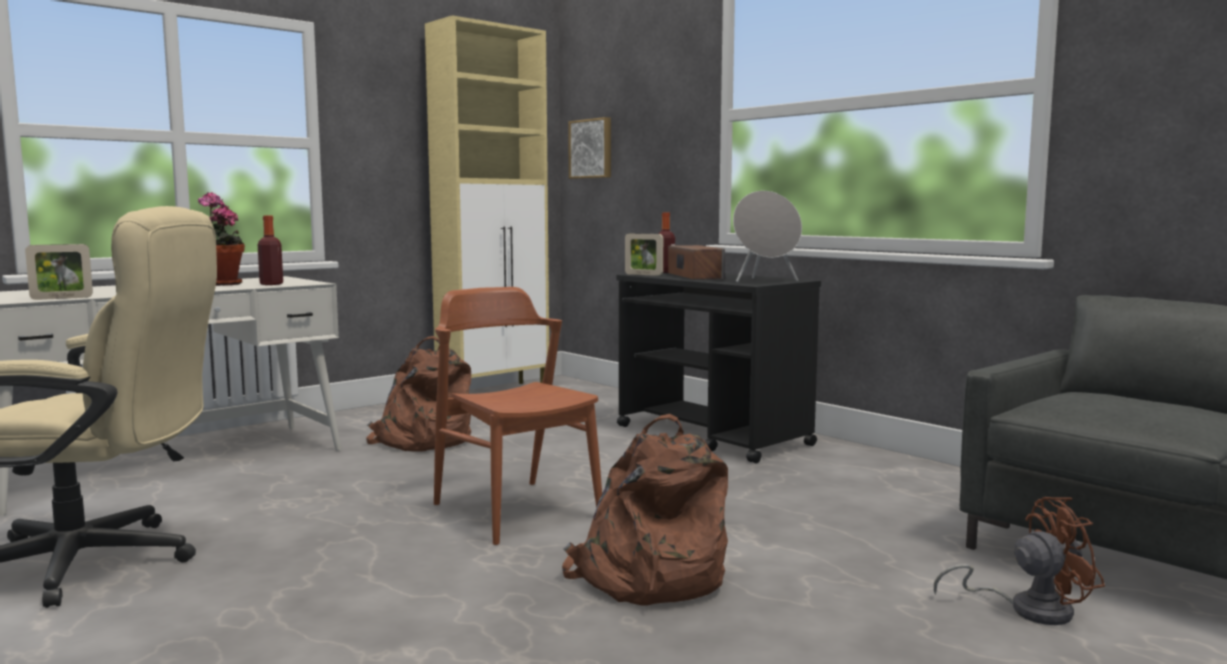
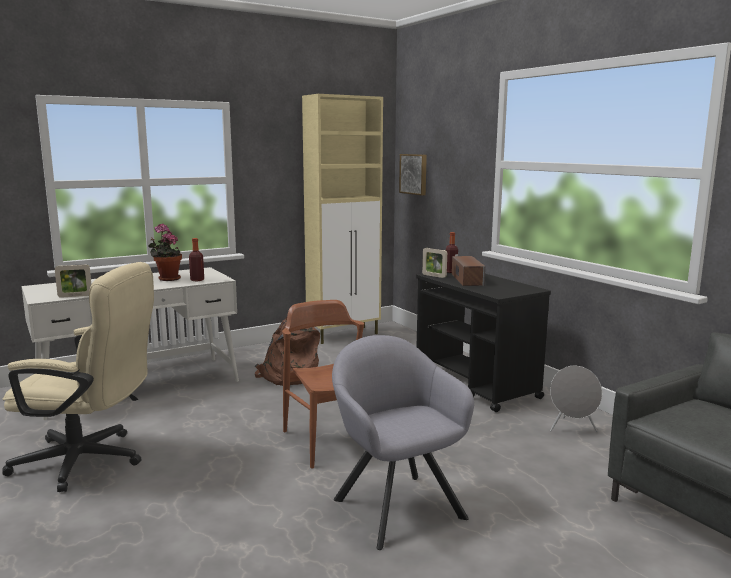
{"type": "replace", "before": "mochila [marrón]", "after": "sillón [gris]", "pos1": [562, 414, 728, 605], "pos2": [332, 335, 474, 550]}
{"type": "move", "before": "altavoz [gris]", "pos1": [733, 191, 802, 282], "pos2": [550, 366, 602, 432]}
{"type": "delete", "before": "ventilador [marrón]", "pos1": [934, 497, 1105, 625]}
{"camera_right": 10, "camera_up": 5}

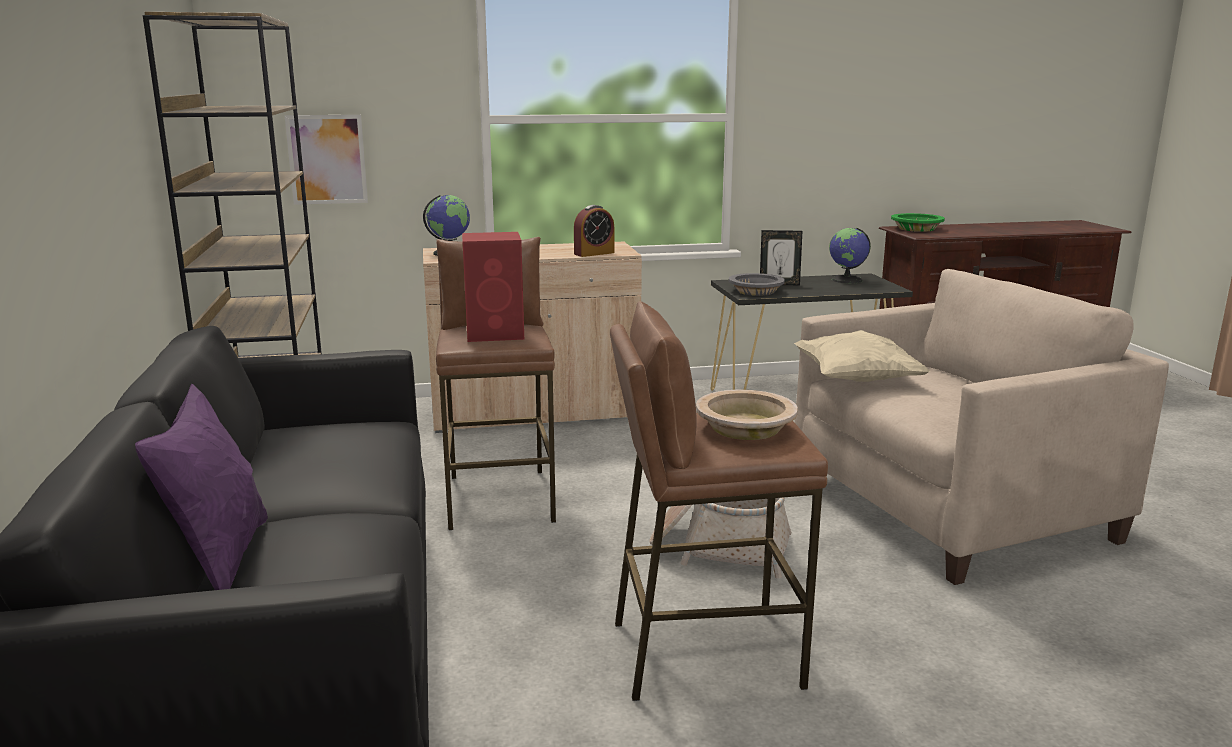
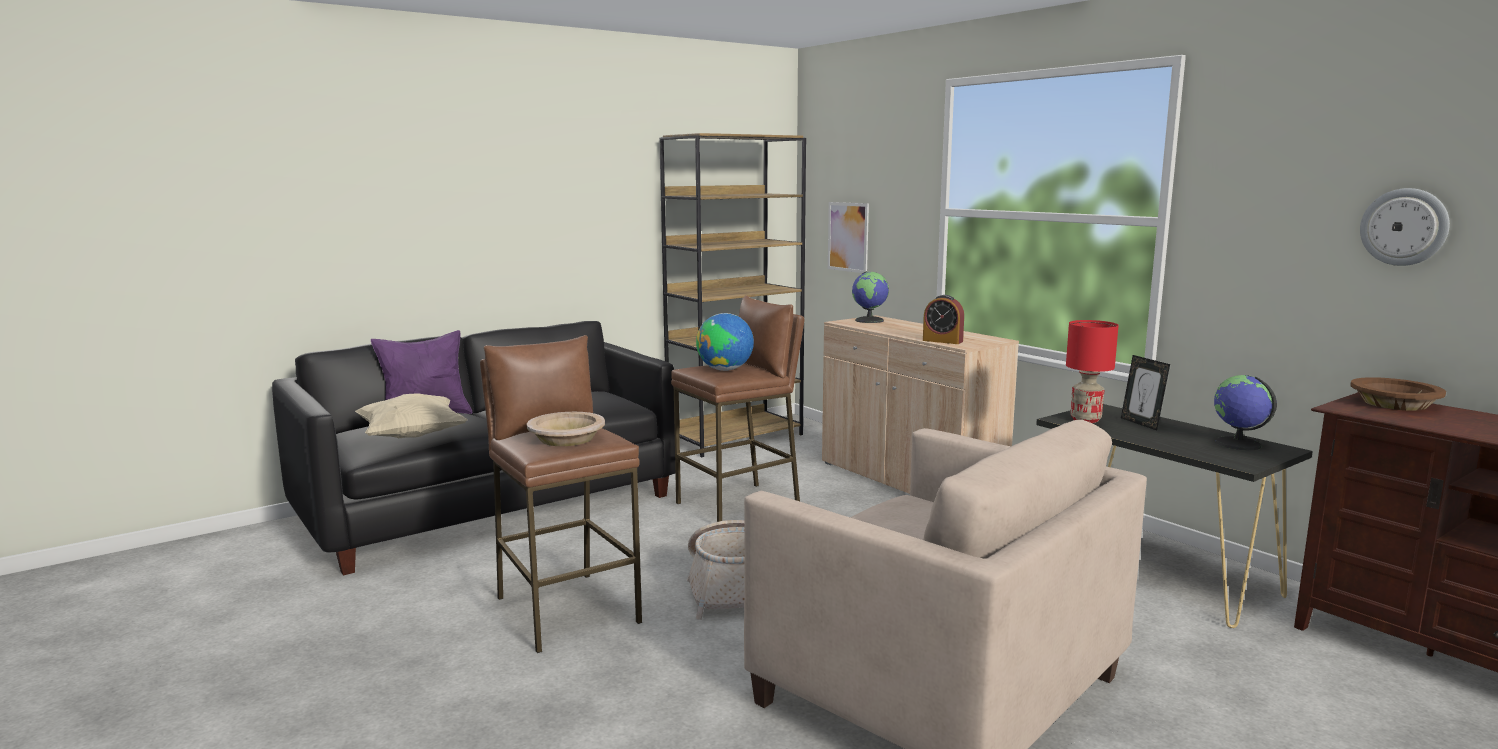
{"type": "replace", "before": "altavoz [rojo]", "after": "globo terráqueo", "pos1": [462, 232, 524, 342], "pos2": [696, 313, 754, 371]}
{"type": "replace", "before": "cuenco [gris]", "after": "lámpara de mesa [rojo]", "pos1": [729, 273, 785, 296], "pos2": [1066, 320, 1119, 423]}
{"type": "move", "before": "cojín [beis]", "pos1": [794, 330, 930, 382], "pos2": [355, 393, 468, 439]}
{"type": "recolor", "before": "cuenco [verde]", "after": "cuenco [marrón]", "pos1": [891, 213, 945, 232], "pos2": [1350, 377, 1446, 411]}
{"type": "insert", "after": "reloj de pared", "pos2": [1360, 188, 1450, 266]}
{"camera_right": 65, "camera_up": -5}

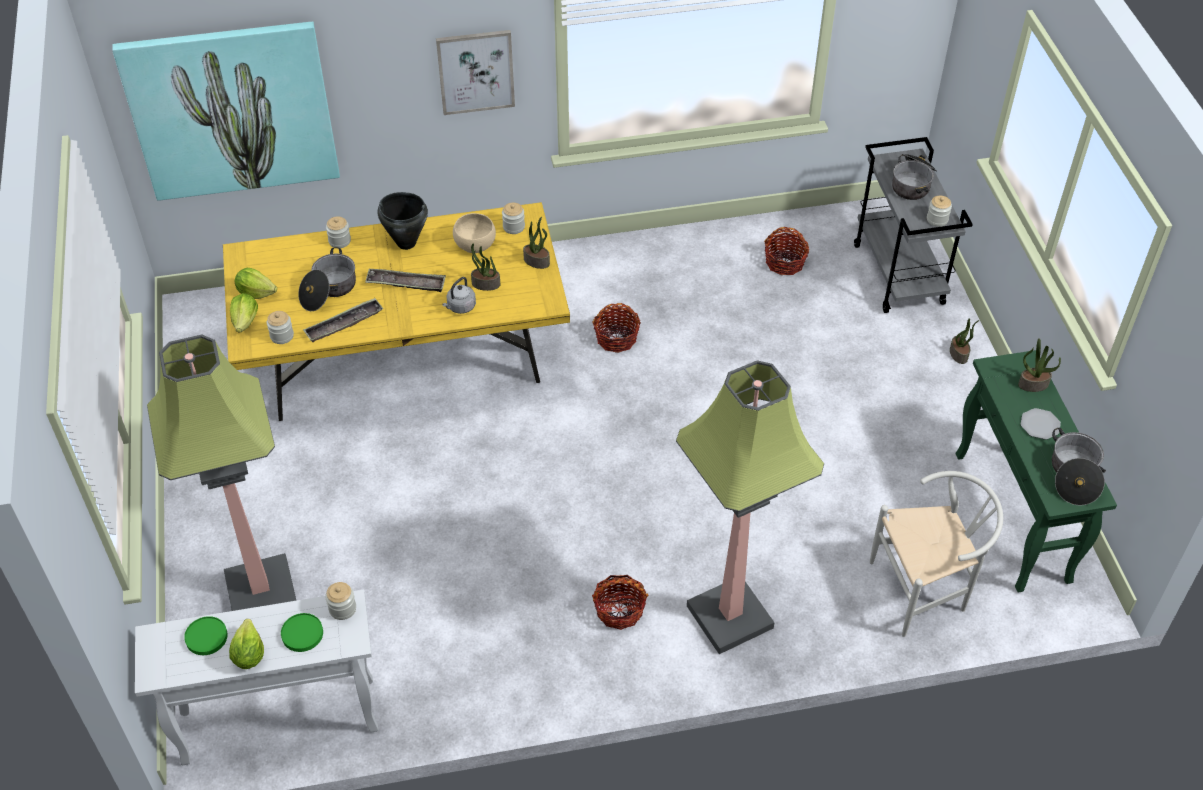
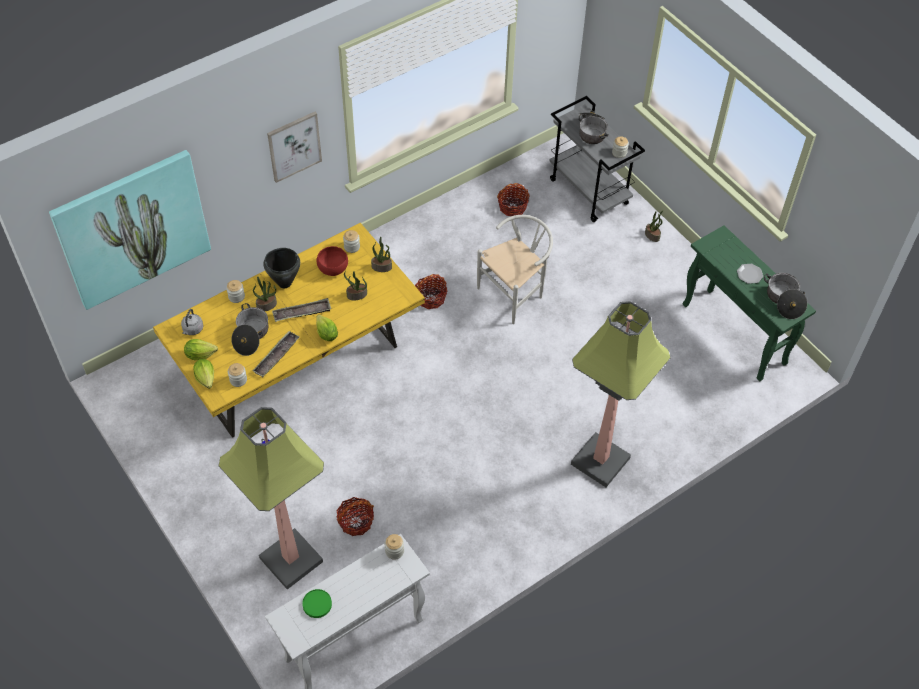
{"type": "move", "before": "lechuga", "pos1": [229, 619, 264, 669], "pos2": [316, 315, 338, 341]}
{"type": "delete", "before": "plato [verde]", "pos1": [281, 613, 323, 652]}
{"type": "move", "before": "hervidor [gris]", "pos1": [442, 277, 476, 314], "pos2": [181, 309, 203, 335]}
{"type": "recolor", "before": "cuenco [beis]", "after": "cuenco [rojo]", "pos1": [453, 213, 496, 253], "pos2": [317, 246, 348, 276]}
{"type": "move", "before": "cesta", "pos1": [592, 575, 648, 630], "pos2": [336, 497, 374, 536]}
{"type": "move", "before": "silla [blanco]", "pos1": [870, 471, 1003, 637], "pos2": [477, 215, 553, 324]}
{"type": "move", "before": "planta en maceta", "pos1": [1018, 338, 1061, 392], "pos2": [253, 276, 277, 311]}
{"camera_right": -25, "camera_up": 5}

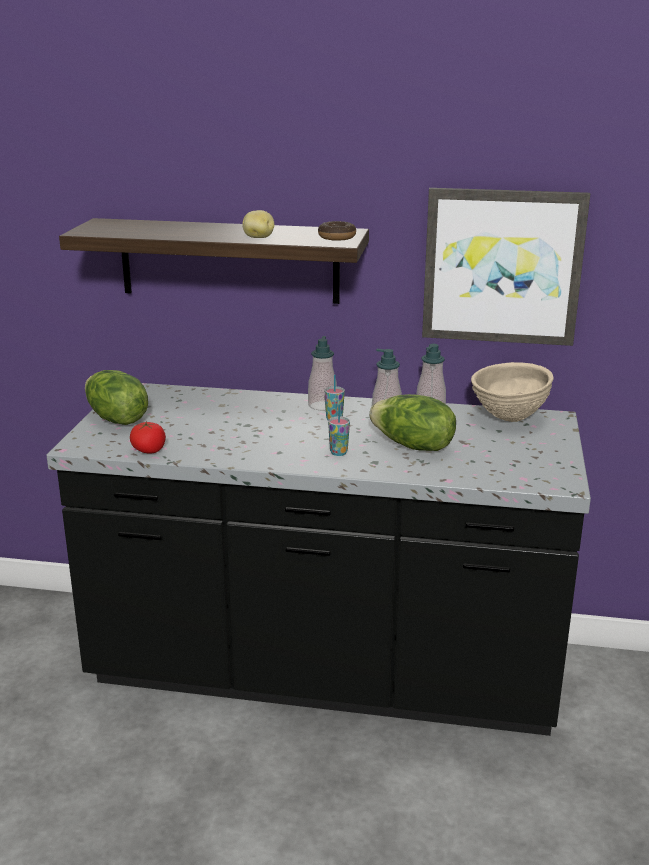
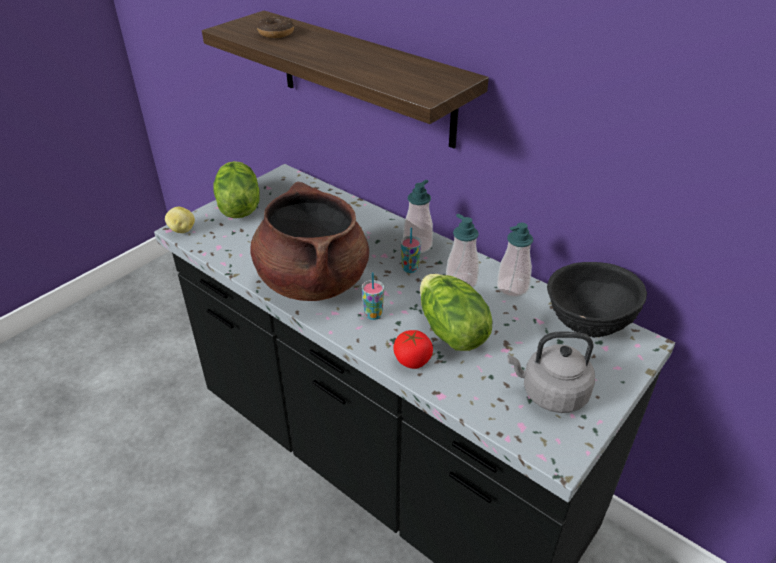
{"type": "move", "before": "tomate", "pos1": [130, 421, 166, 453], "pos2": [393, 330, 433, 369]}
{"type": "move", "before": "patata", "pos1": [242, 210, 274, 238], "pos2": [165, 207, 195, 233]}
{"type": "move", "before": "rosquilla", "pos1": [318, 221, 356, 241], "pos2": [257, 16, 294, 38]}
{"type": "delete", "before": "cuadro", "pos1": [422, 188, 590, 346]}
{"type": "recolor", "before": "cuenco [beis]", "after": "cuenco [negro]", "pos1": [471, 362, 554, 422], "pos2": [547, 262, 647, 338]}
{"type": "insert", "after": "olla [marrón]", "pos2": [251, 181, 369, 301]}
{"type": "insert", "after": "hervidor [gris]", "pos2": [507, 332, 595, 413]}
{"camera_right": 30, "camera_up": 15}

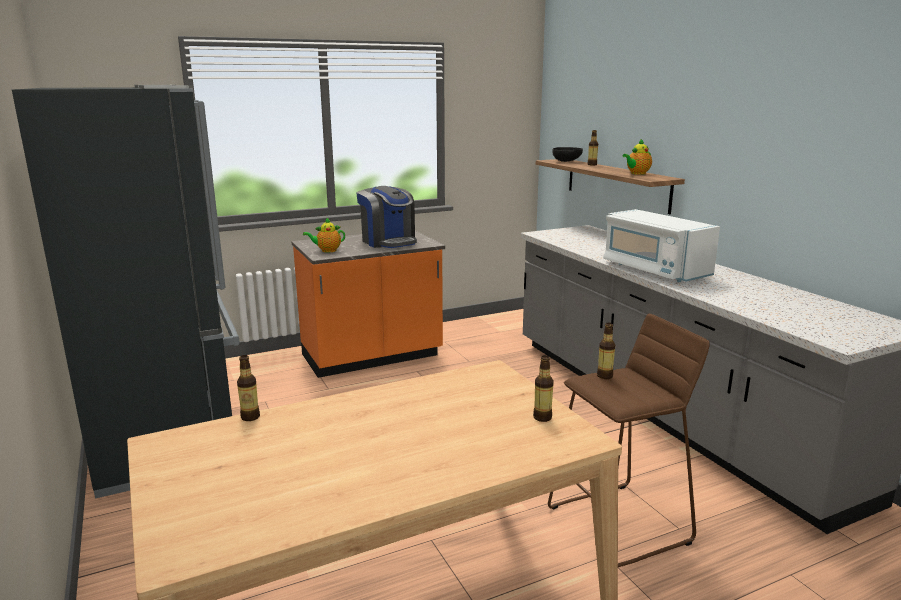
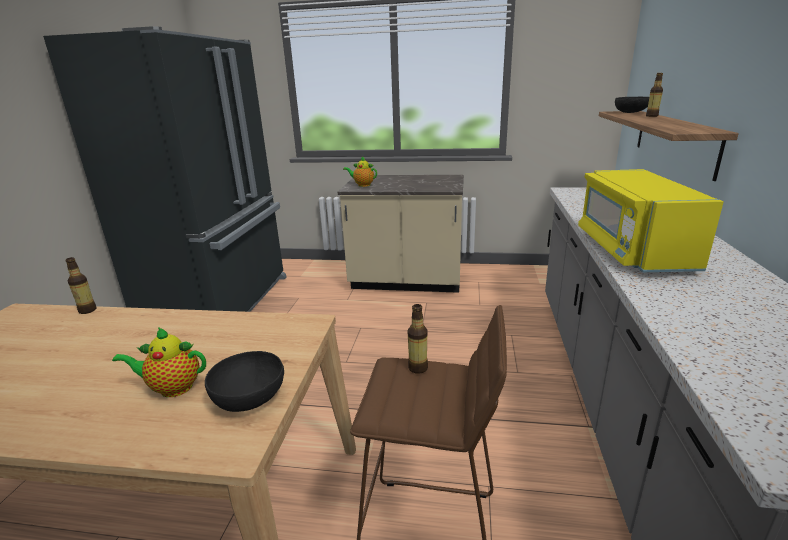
{"type": "recolor", "before": "mueble bajo de cocina [naranja]", "after": "mueble bajo de cocina [beis]", "pos1": [292, 231, 445, 378], "pos2": [338, 175, 464, 293]}
{"type": "delete", "before": "cafetera", "pos1": [356, 186, 417, 248]}
{"type": "replace", "before": "botella", "after": "cuenco [negro]", "pos1": [533, 355, 554, 422], "pos2": [205, 351, 284, 412]}
{"type": "recolor", "before": "microondas [blanco]", "after": "microondas [amarillo]", "pos1": [603, 209, 720, 282], "pos2": [578, 169, 724, 272]}
{"type": "move", "before": "tetera", "pos1": [623, 139, 652, 175], "pos2": [112, 327, 206, 397]}
{"camera_right": 35, "camera_up": 5}

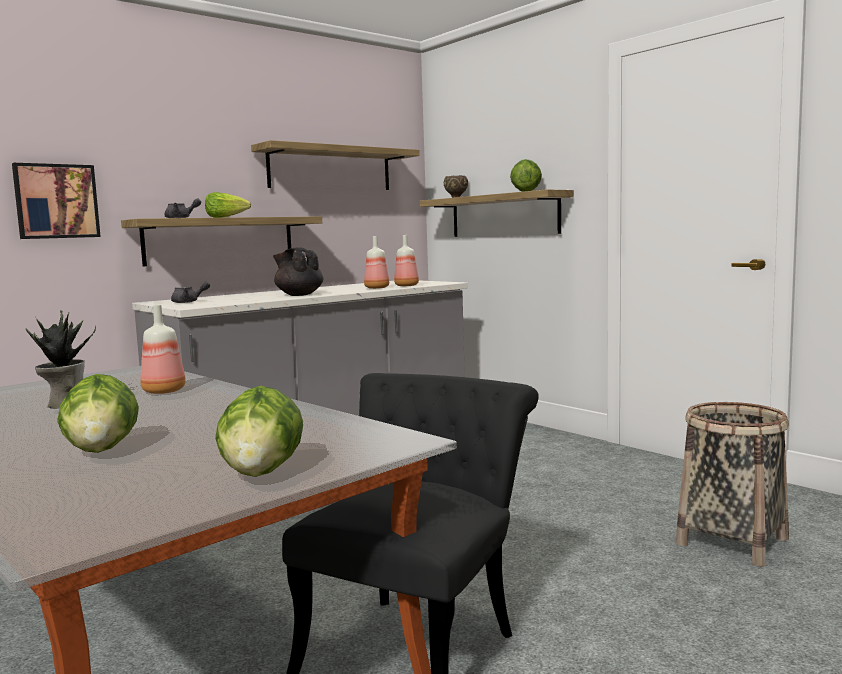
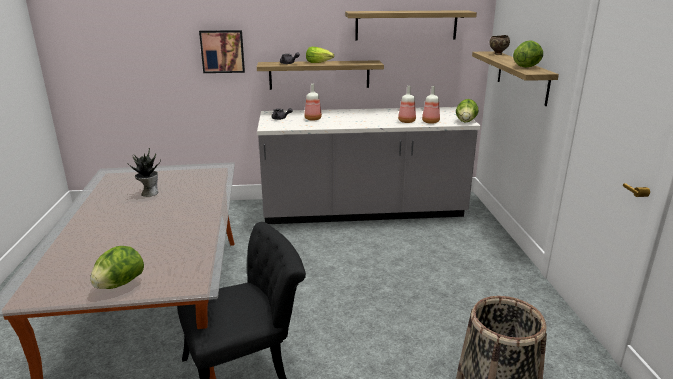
{"type": "move", "before": "lechuga", "pos1": [57, 374, 139, 453], "pos2": [456, 99, 479, 122]}
{"type": "move", "before": "botella", "pos1": [141, 305, 186, 394], "pos2": [304, 84, 322, 121]}
{"type": "delete", "before": "tetera [negro]", "pos1": [273, 248, 324, 296]}
{"camera_right": 35, "camera_up": 15}

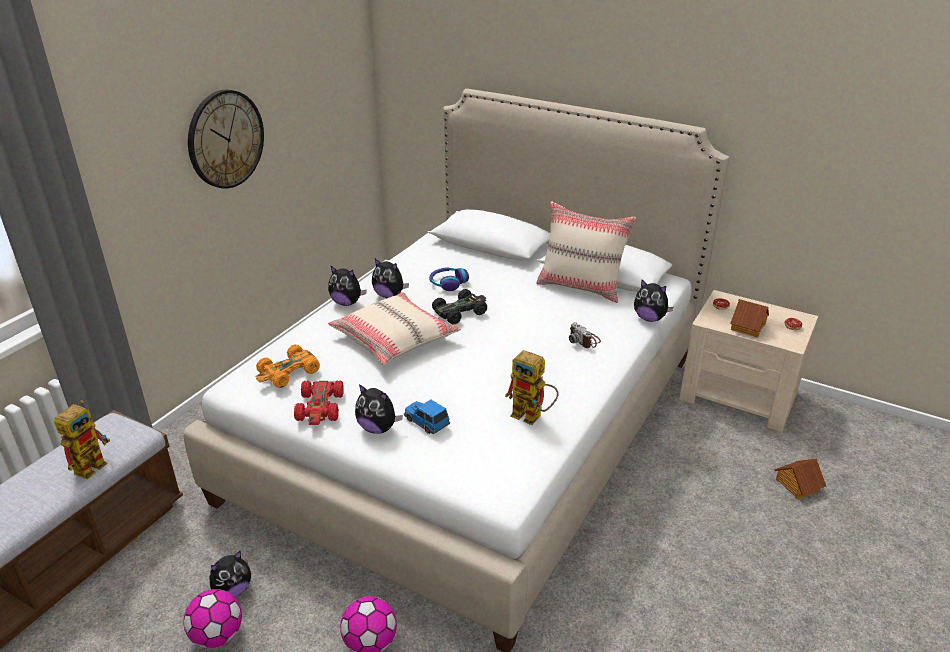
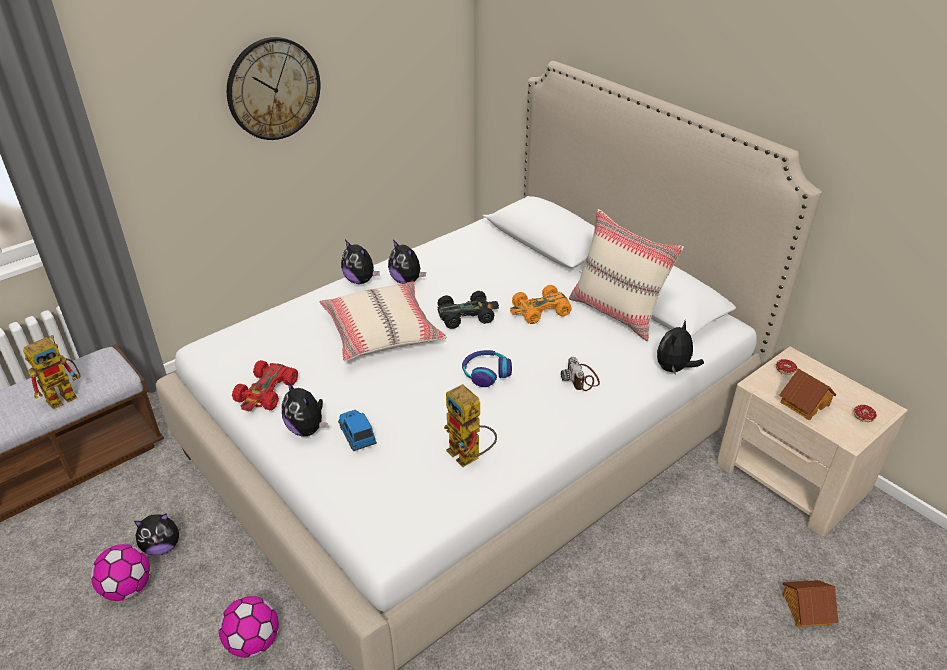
{"type": "move", "before": "coche de juguete [naranja]", "pos1": [256, 344, 320, 388], "pos2": [510, 285, 572, 324]}
{"type": "move", "before": "auriculares", "pos1": [429, 267, 469, 291], "pos2": [462, 350, 512, 387]}
{"type": "rotate", "before": "peluche", "pos1": [634, 279, 673, 322], "pos2": [657, 321, 704, 375], "turn": 75}
{"camera_right": 20, "camera_up": 5}

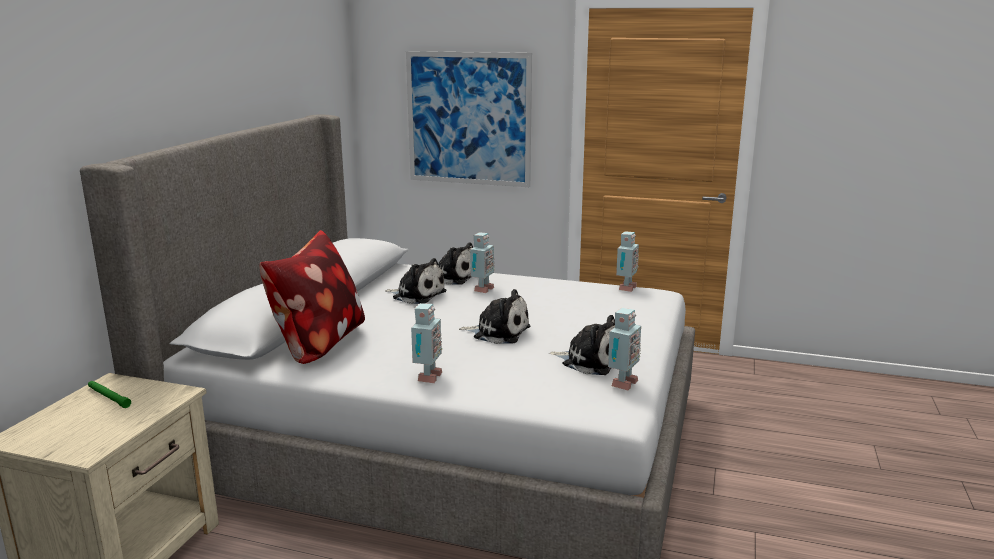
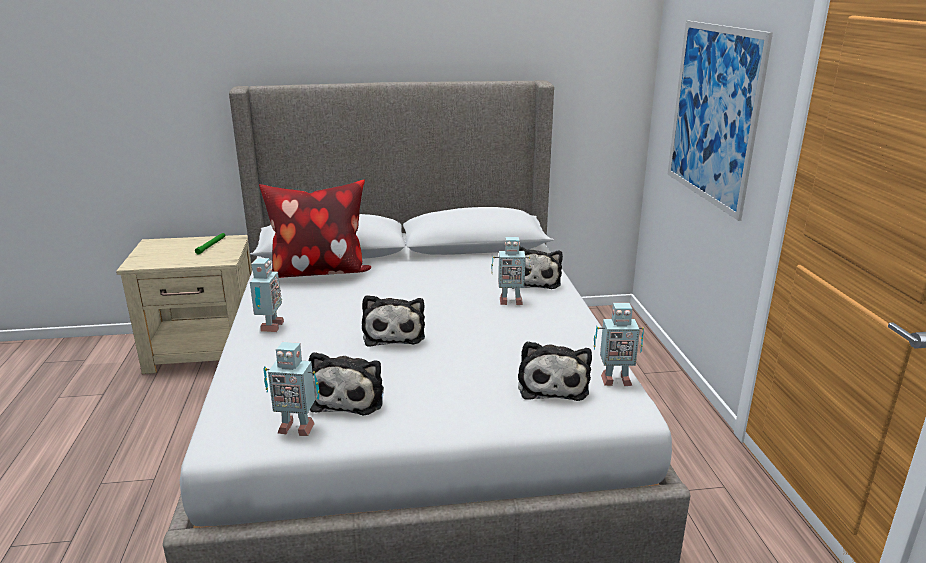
{"type": "move", "before": "peluche", "pos1": [385, 258, 447, 304], "pos2": [518, 341, 592, 401]}
{"type": "rotate", "before": "robot de juguete", "pos1": [411, 303, 443, 383], "pos2": [250, 258, 284, 332], "turn": -75}
{"camera_right": 65, "camera_up": 5}

